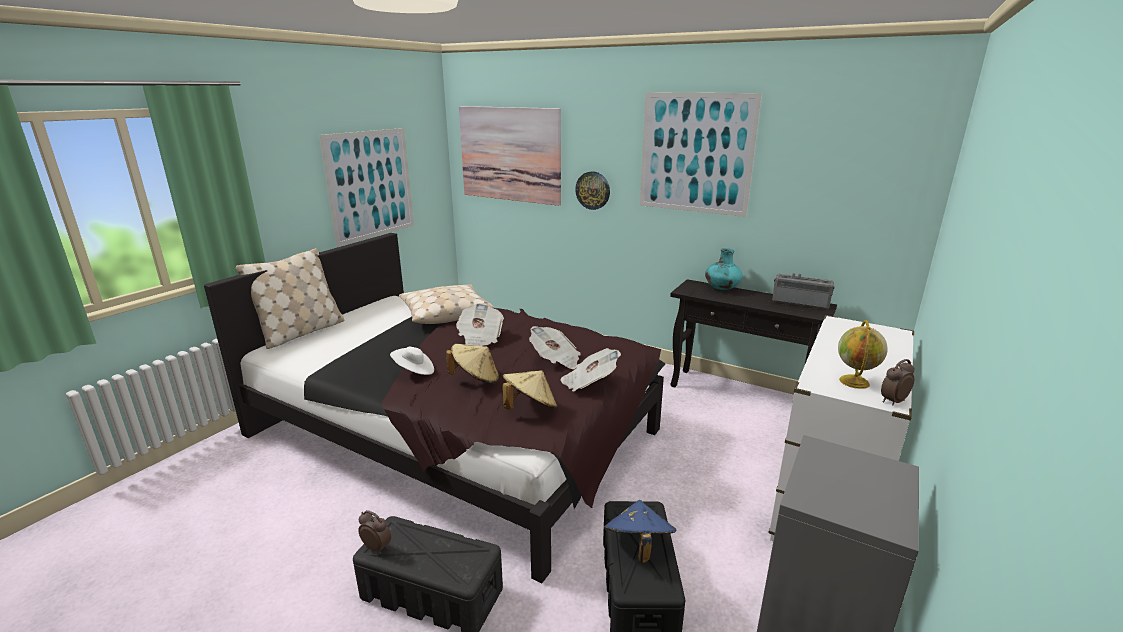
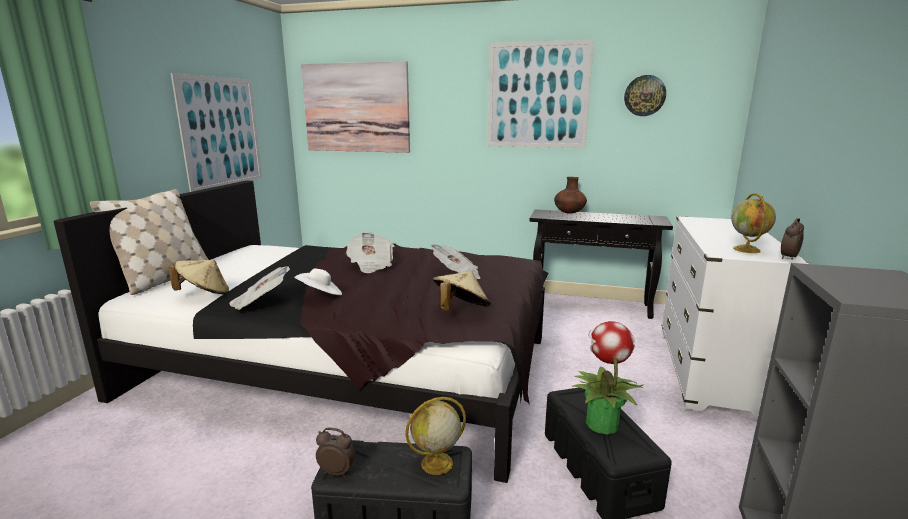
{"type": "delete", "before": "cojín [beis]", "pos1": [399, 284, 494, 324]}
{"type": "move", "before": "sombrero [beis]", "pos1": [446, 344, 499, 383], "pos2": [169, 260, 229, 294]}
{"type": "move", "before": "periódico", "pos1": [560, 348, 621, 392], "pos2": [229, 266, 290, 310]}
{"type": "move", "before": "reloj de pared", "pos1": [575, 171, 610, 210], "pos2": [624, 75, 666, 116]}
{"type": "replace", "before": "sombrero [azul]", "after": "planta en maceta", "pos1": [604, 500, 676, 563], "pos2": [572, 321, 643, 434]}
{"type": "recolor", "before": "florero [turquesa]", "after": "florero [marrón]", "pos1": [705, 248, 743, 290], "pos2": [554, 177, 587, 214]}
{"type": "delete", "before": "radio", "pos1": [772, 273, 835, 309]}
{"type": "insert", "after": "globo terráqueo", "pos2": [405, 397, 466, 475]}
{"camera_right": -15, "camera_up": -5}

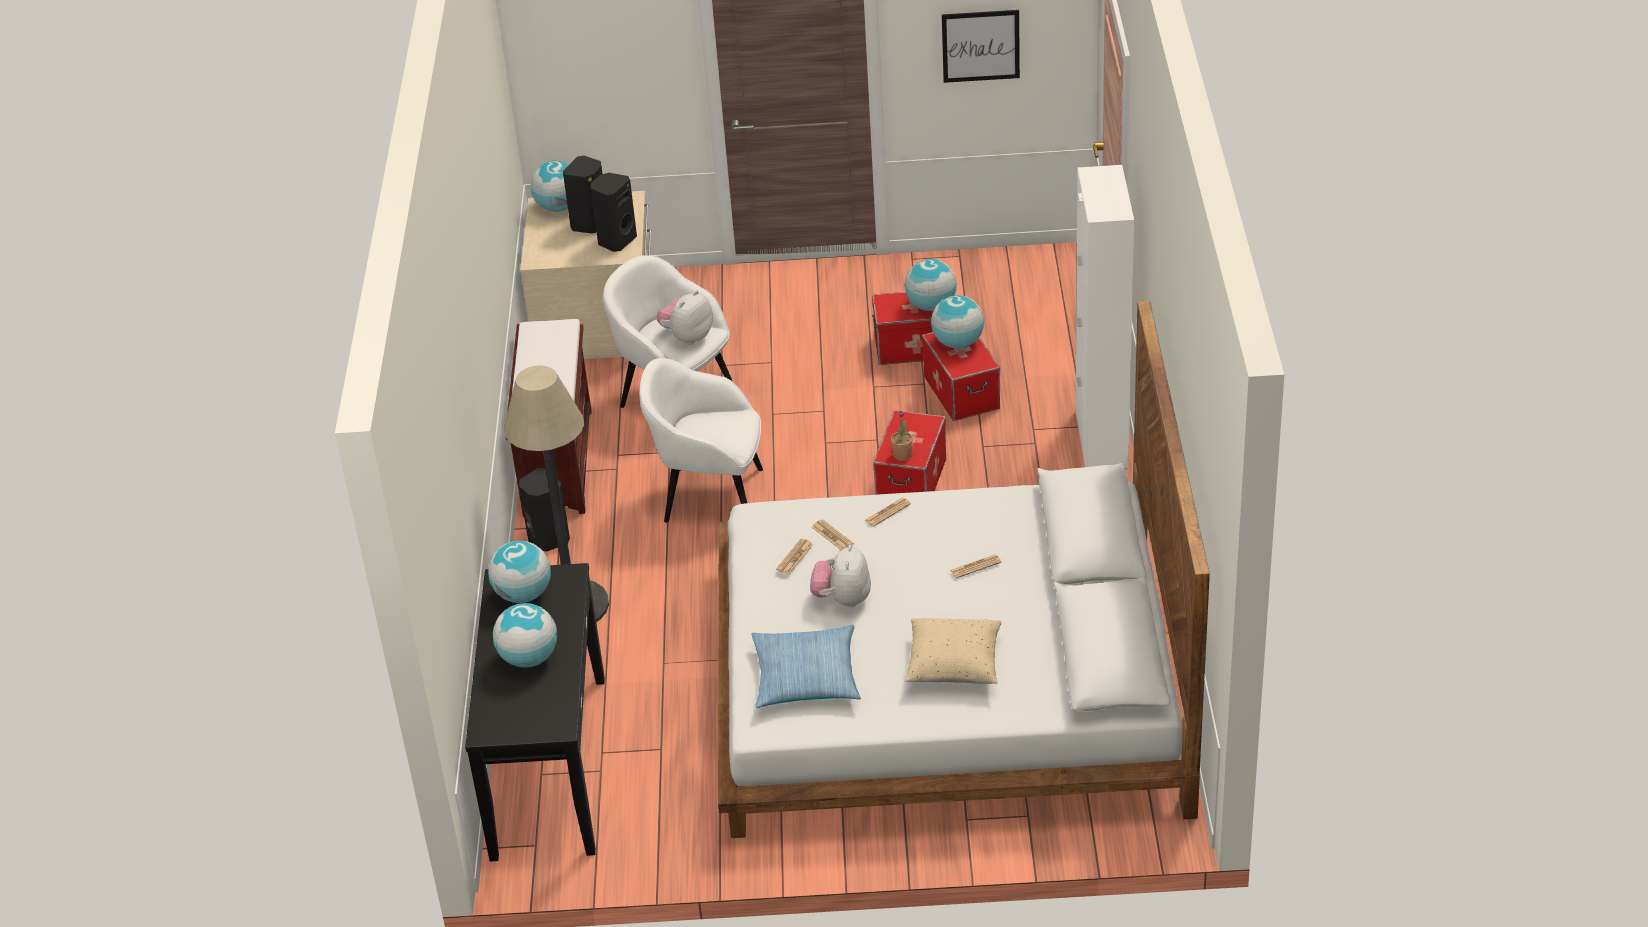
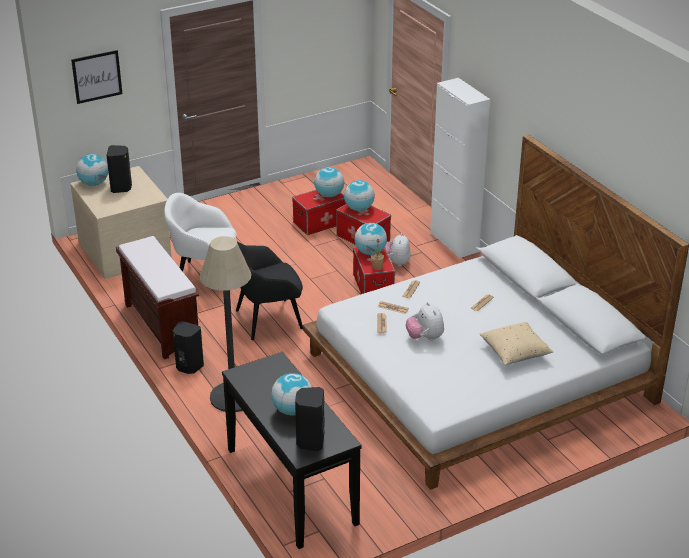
{"type": "move", "before": "globo terráqueo", "pos1": [488, 541, 551, 603], "pos2": [355, 223, 387, 255]}
{"type": "move", "before": "altavoz [negro]", "pos1": [591, 173, 637, 252], "pos2": [295, 387, 325, 451]}
{"type": "recolor", "before": "sillón [blanco]", "after": "sillón [negro]", "pos1": [639, 358, 763, 523], "pos2": [236, 242, 303, 340]}
{"type": "move", "before": "peluche", "pos1": [656, 290, 713, 345], "pos2": [385, 233, 411, 266]}
{"type": "delete", "before": "cojín", "pos1": [751, 625, 861, 708]}
{"type": "move", "before": "cuadro", "pos1": [942, 10, 1020, 83], "pos2": [71, 50, 122, 104]}
{"camera_right": -30, "camera_up": -5}

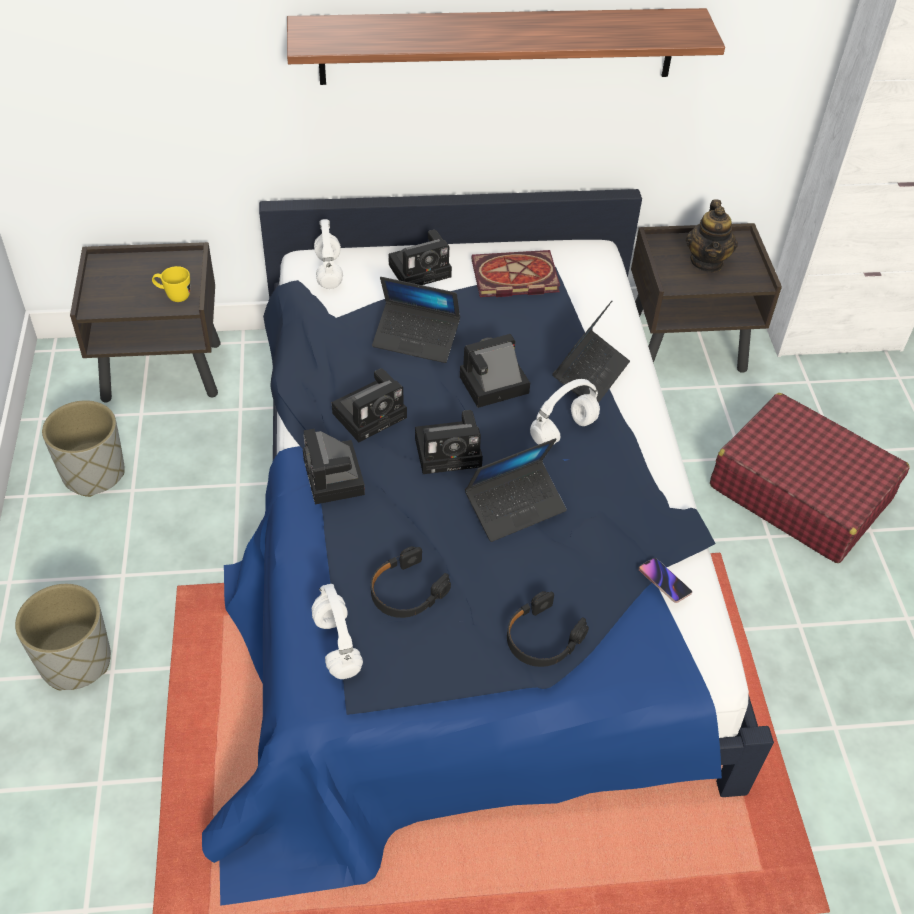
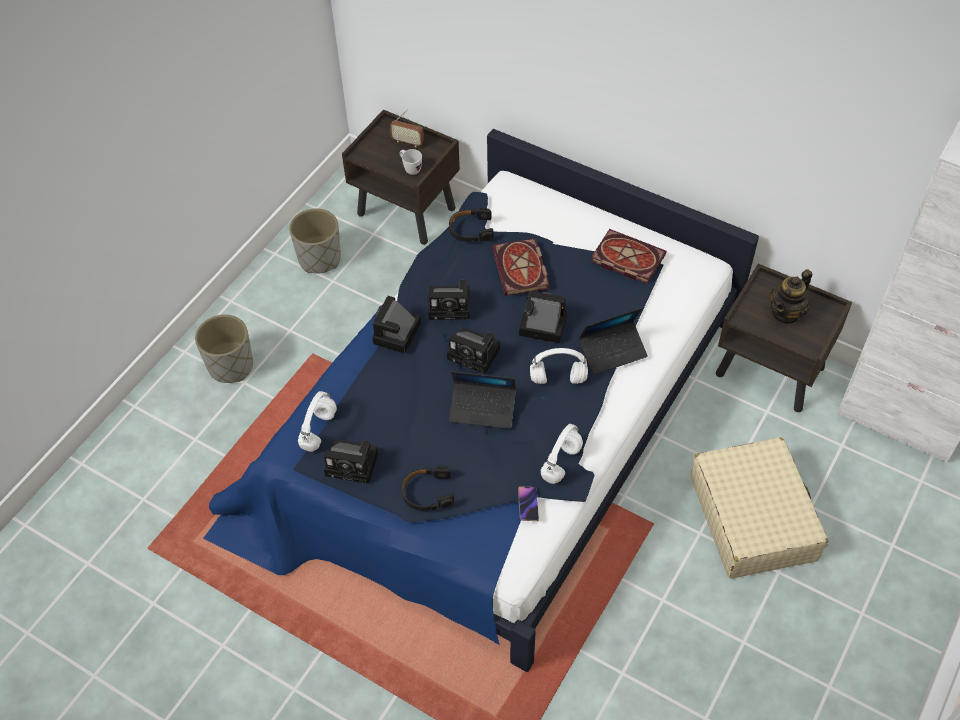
{"type": "recolor", "before": "taza grande [amarillo]", "after": "taza grande [blanco]", "pos1": [152, 266, 190, 302], "pos2": [400, 149, 422, 175]}
{"type": "delete", "before": "estante", "pos1": [287, 8, 725, 85]}
{"type": "move", "before": "auriculares [blanco]", "pos1": [314, 219, 343, 289], "pos2": [541, 424, 583, 484]}
{"type": "move", "before": "auriculares [negro]", "pos1": [371, 546, 451, 618], "pos2": [449, 208, 493, 242]}
{"type": "replace", "before": "portátil", "after": "libro", "pos1": [372, 277, 460, 363], "pos2": [492, 238, 549, 296]}
{"type": "move", "before": "cámara", "pos1": [388, 230, 452, 285], "pos2": [324, 439, 378, 484]}
{"type": "recolor", "before": "maleta [rojo]", "after": "maleta [beis]", "pos1": [710, 393, 910, 563], "pos2": [691, 438, 828, 579]}
{"type": "insert", "after": "radio", "pos2": [390, 110, 424, 147]}
{"camera_right": 40, "camera_up": 5}

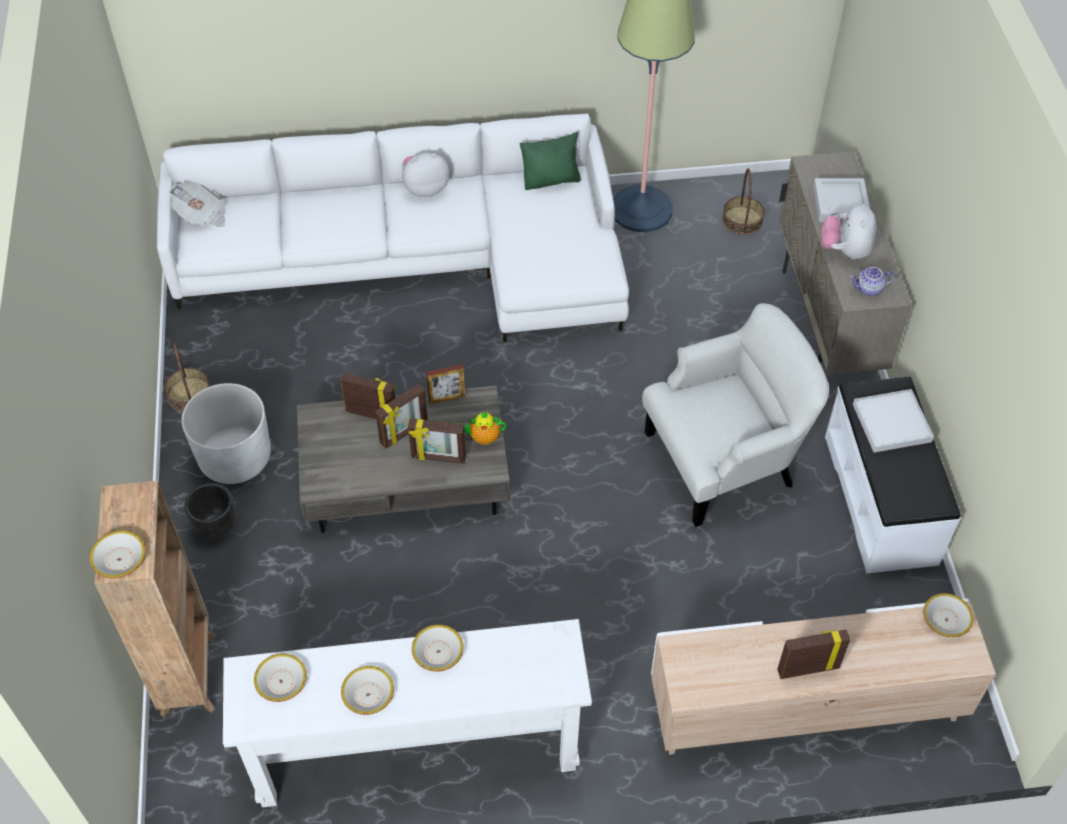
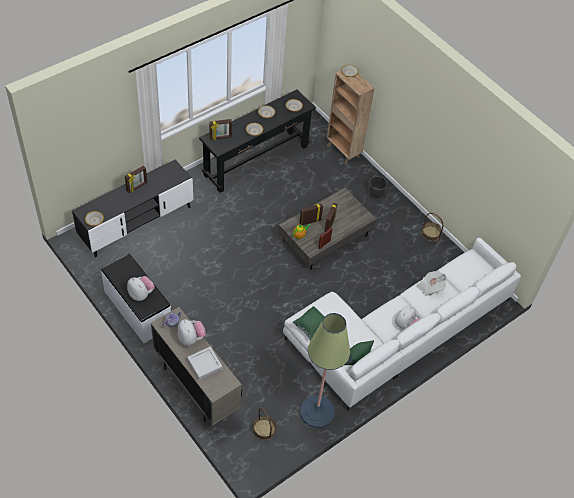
{"type": "move", "before": "periódico", "pos1": [169, 181, 226, 227], "pos2": [417, 270, 447, 296]}
{"type": "delete", "before": "maceta [blanco]", "pos1": [181, 383, 271, 484]}
{"type": "recolor", "before": "mesa consola [blanco]", "after": "mesa consola [negro]", "pos1": [223, 619, 592, 807], "pos2": [199, 90, 316, 193]}
{"type": "move", "before": "portarretratos", "pos1": [340, 372, 396, 419], "pos2": [209, 119, 232, 140]}
{"type": "delete", "before": "sillón [blanco]", "pos1": [642, 303, 829, 527]}
{"type": "recolor", "before": "mueble de televisión [beis]", "after": "mueble de televisión [negro]", "pos1": [651, 598, 996, 755], "pos2": [72, 159, 193, 257]}
{"type": "replace", "before": "bandeja [blanco]", "after": "peluche", "pos1": [853, 389, 934, 453], "pos2": [127, 276, 155, 301]}
{"type": "insert", "after": "cojín [verde]", "pos2": [292, 306, 325, 340]}
{"camera_right": 145, "camera_up": 0}

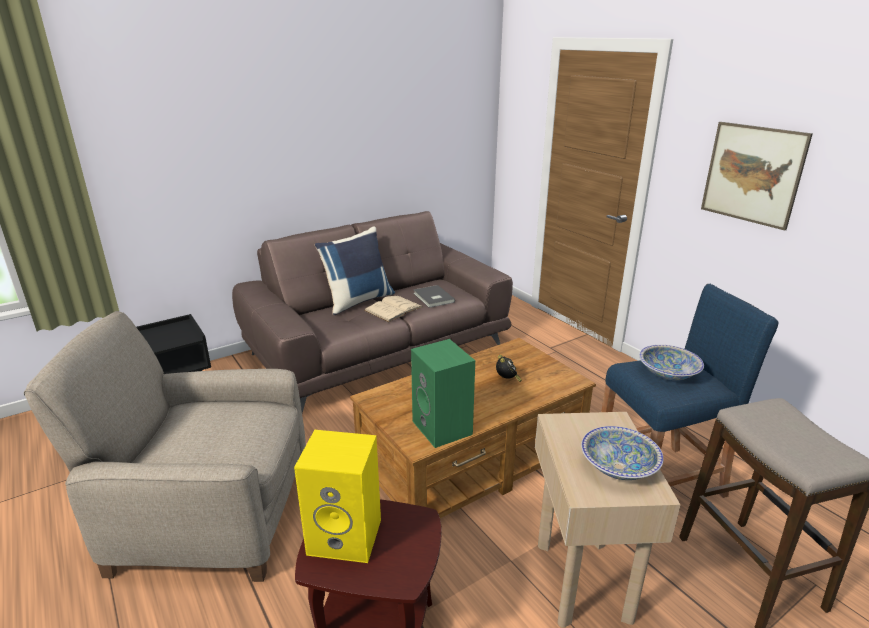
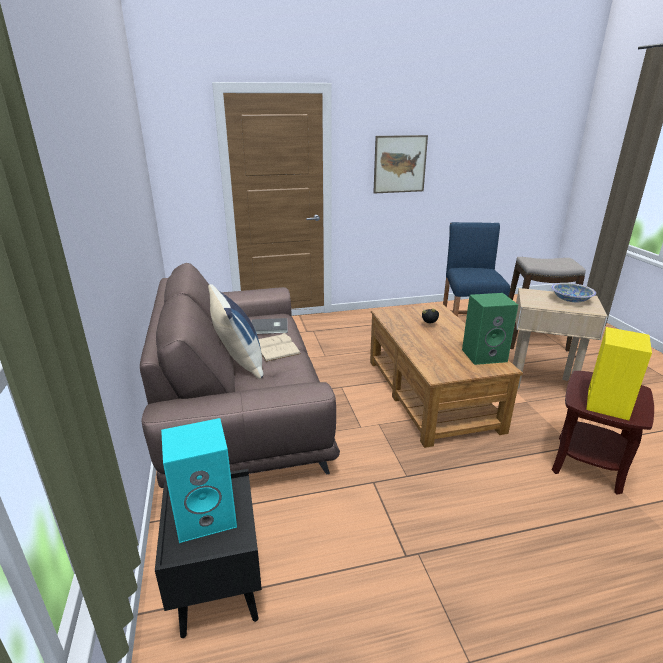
{"type": "delete", "before": "sillón [beis]", "pos1": [24, 311, 306, 582]}
{"type": "delete", "before": "cuenco", "pos1": [639, 345, 704, 380]}
{"type": "insert", "after": "altavoz [turquesa]", "pos2": [161, 418, 237, 543]}
{"camera_right": -70, "camera_up": 0}

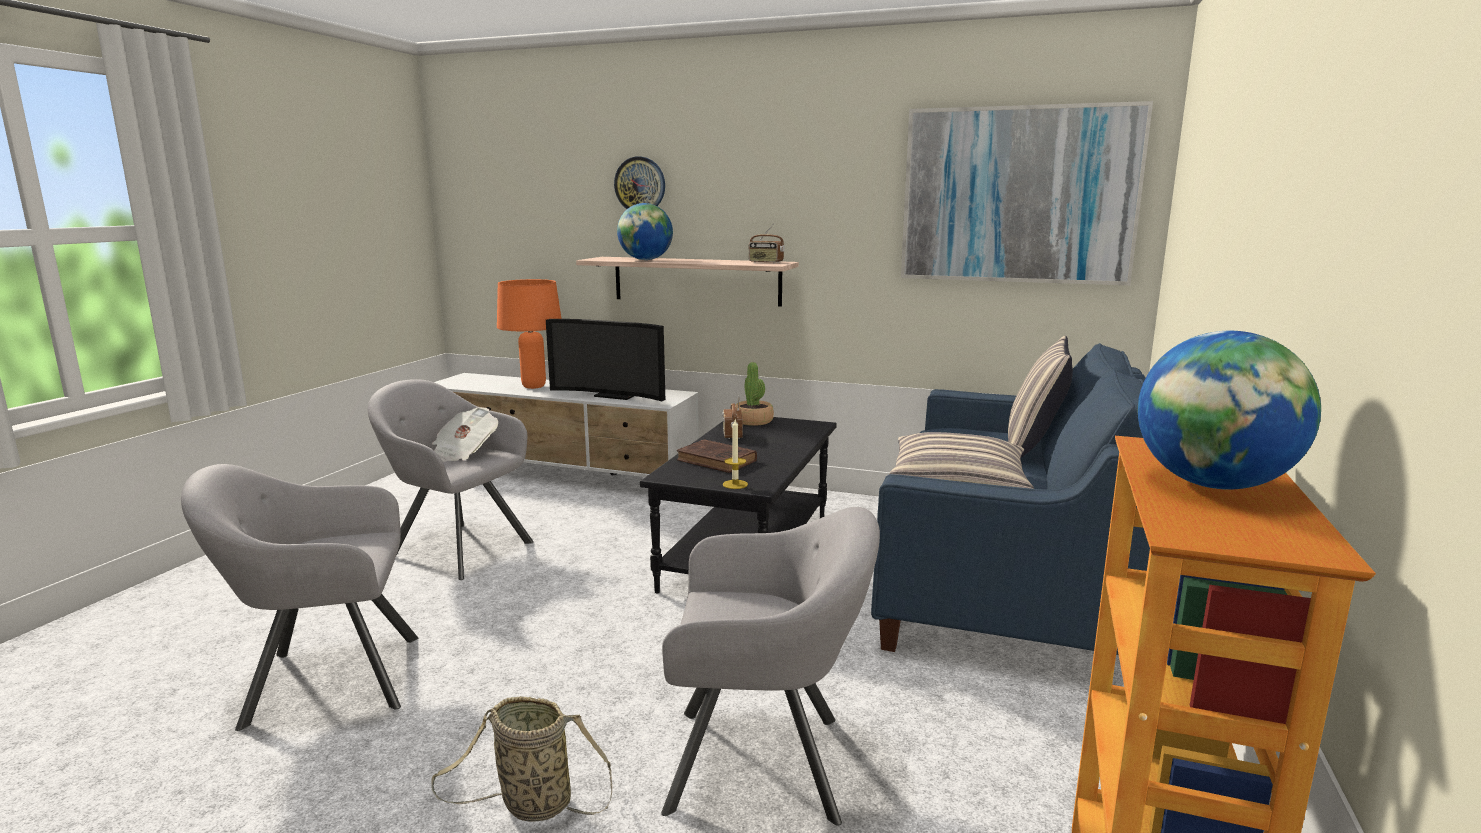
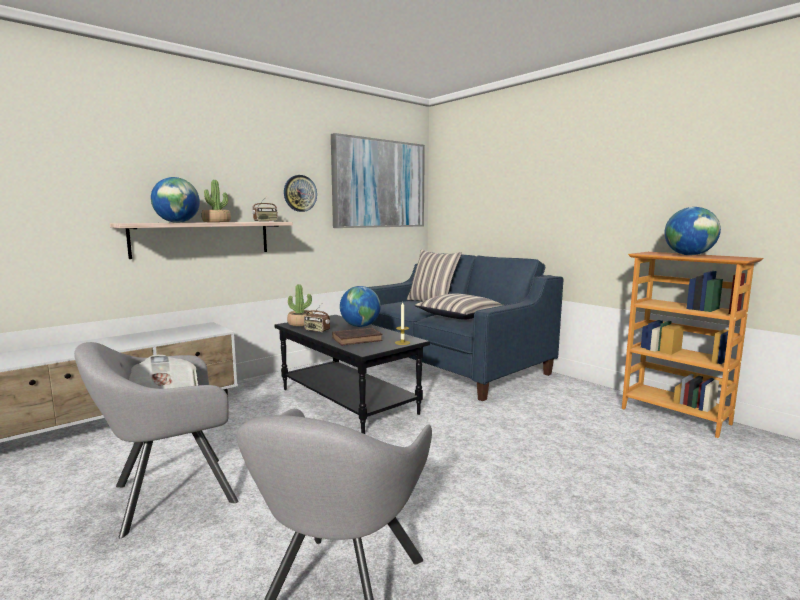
{"type": "delete", "before": "cesta", "pos1": [432, 696, 612, 822]}
{"type": "delete", "before": "lámpara de mesa [naranja]", "pos1": [497, 279, 562, 389]}
{"type": "delete", "before": "televisor", "pos1": [546, 319, 665, 401]}
{"type": "move", "before": "reloj de pared", "pos1": [614, 157, 665, 209], "pos2": [284, 175, 317, 212]}
{"type": "delete", "before": "sillón [gris]", "pos1": [661, 507, 880, 826]}
{"type": "insert", "after": "planta en maceta", "pos2": [202, 180, 231, 222]}
{"type": "insert", "after": "globo terráqueo", "pos2": [340, 286, 381, 327]}
{"camera_right": -60, "camera_up": -5}

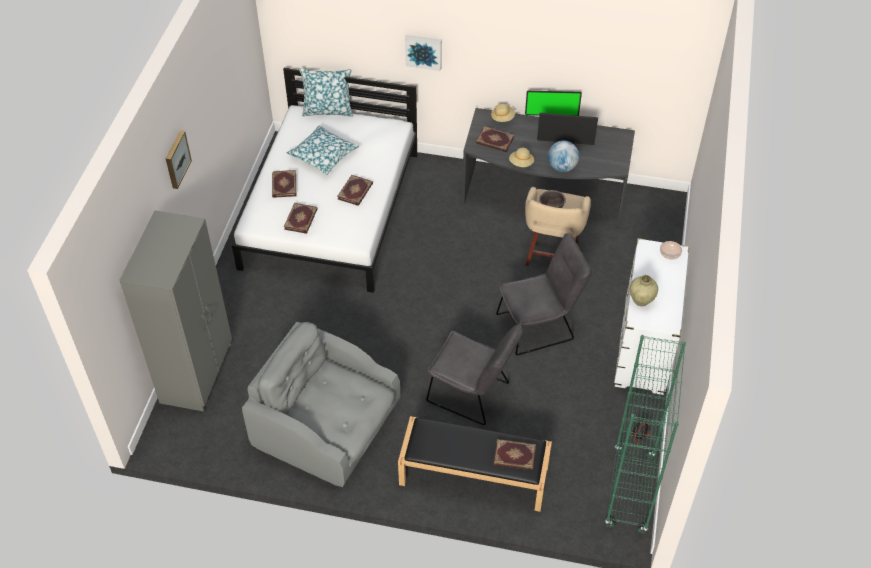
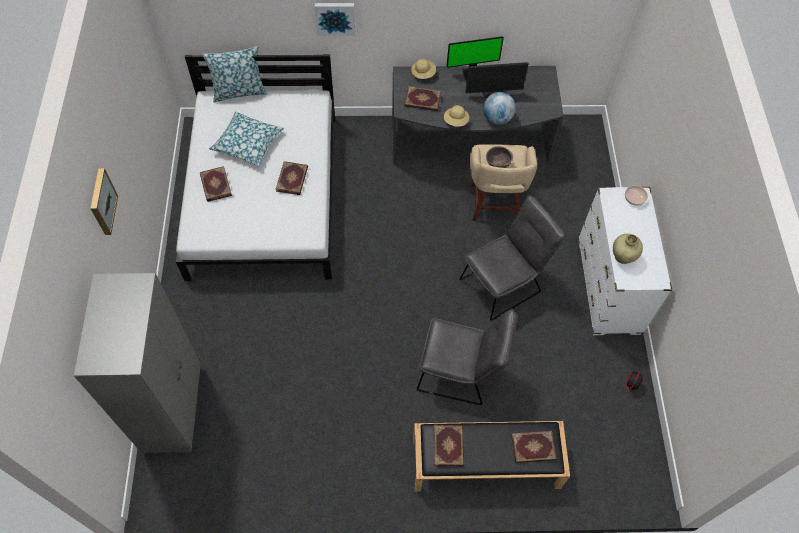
{"type": "delete", "before": "sillón [gris]", "pos1": [242, 322, 401, 487]}
{"type": "move", "before": "libro", "pos1": [284, 203, 318, 234], "pos2": [434, 425, 464, 467]}
{"type": "delete", "before": "estantería [verde]", "pos1": [605, 335, 686, 534]}
{"camera_right": -15, "camera_up": 10}

